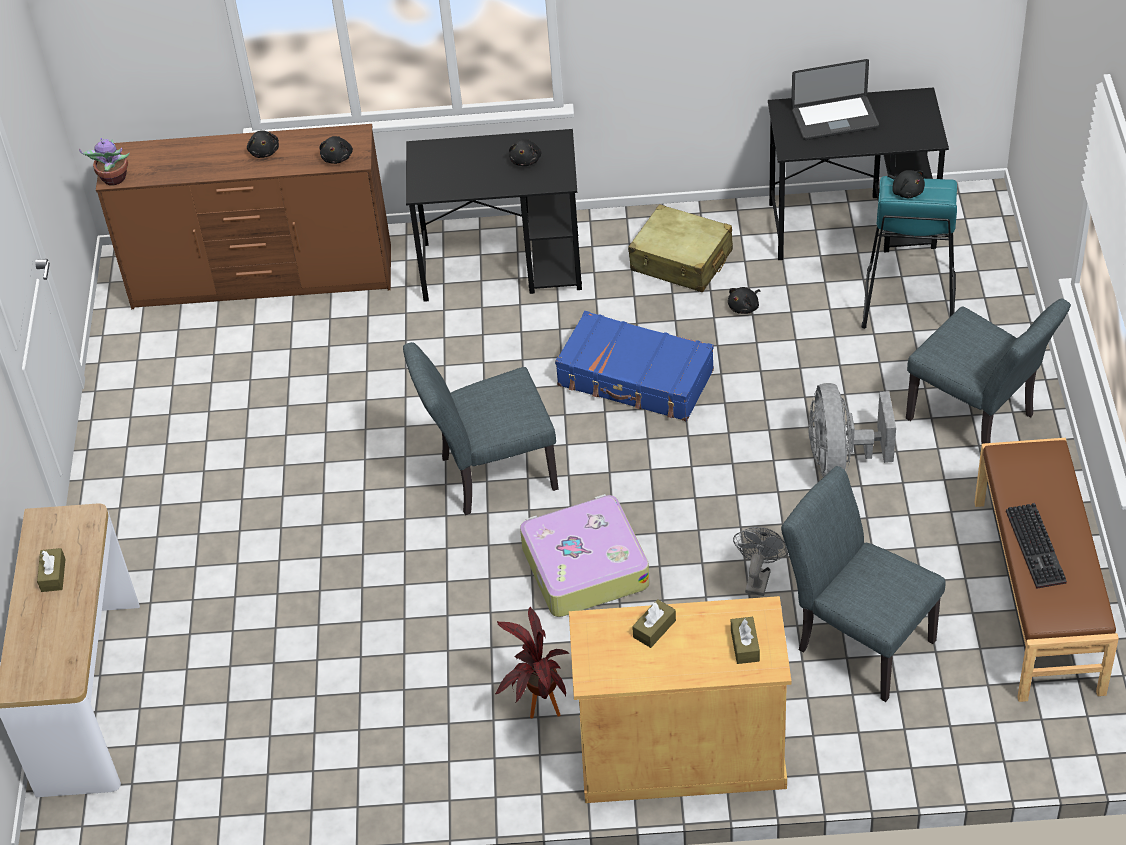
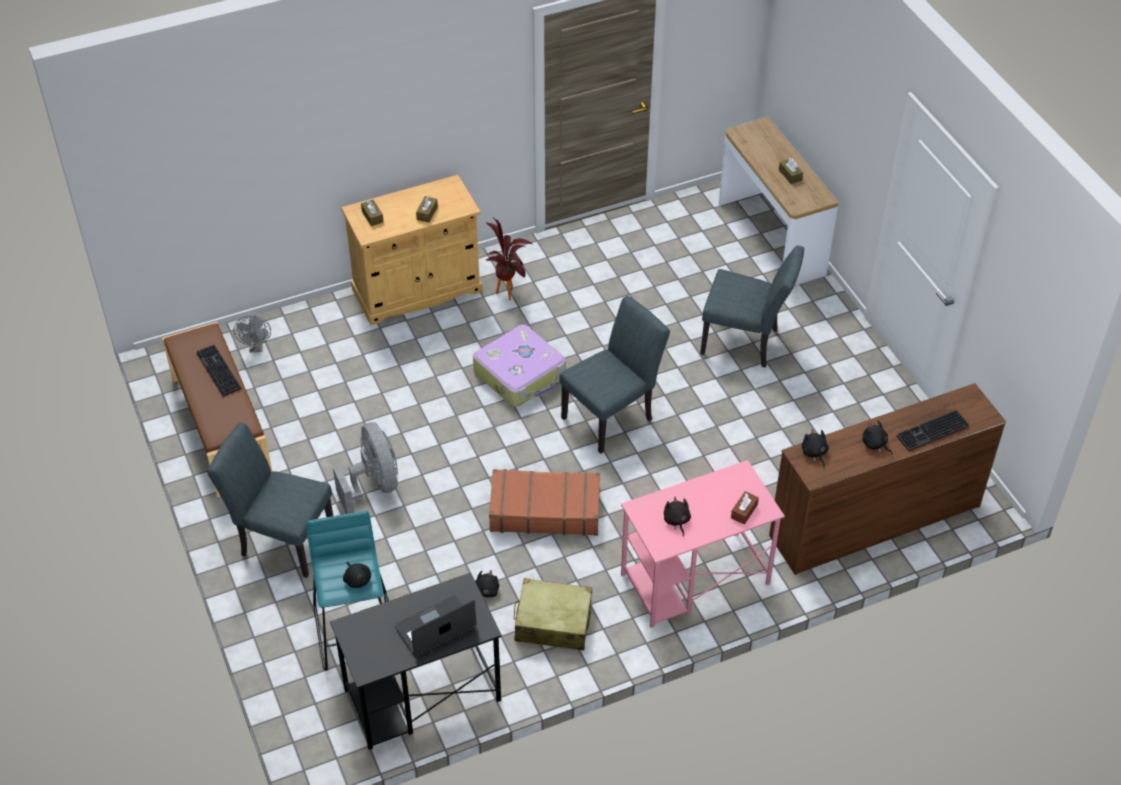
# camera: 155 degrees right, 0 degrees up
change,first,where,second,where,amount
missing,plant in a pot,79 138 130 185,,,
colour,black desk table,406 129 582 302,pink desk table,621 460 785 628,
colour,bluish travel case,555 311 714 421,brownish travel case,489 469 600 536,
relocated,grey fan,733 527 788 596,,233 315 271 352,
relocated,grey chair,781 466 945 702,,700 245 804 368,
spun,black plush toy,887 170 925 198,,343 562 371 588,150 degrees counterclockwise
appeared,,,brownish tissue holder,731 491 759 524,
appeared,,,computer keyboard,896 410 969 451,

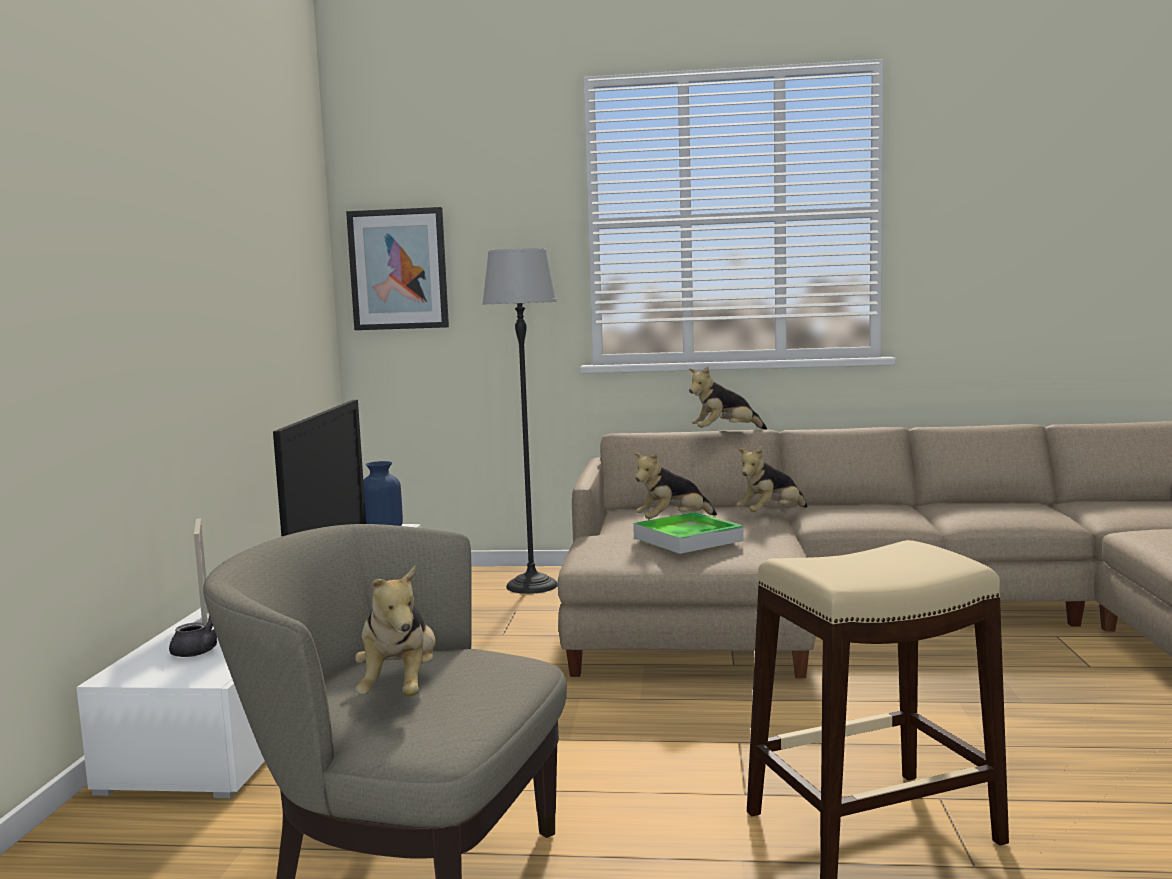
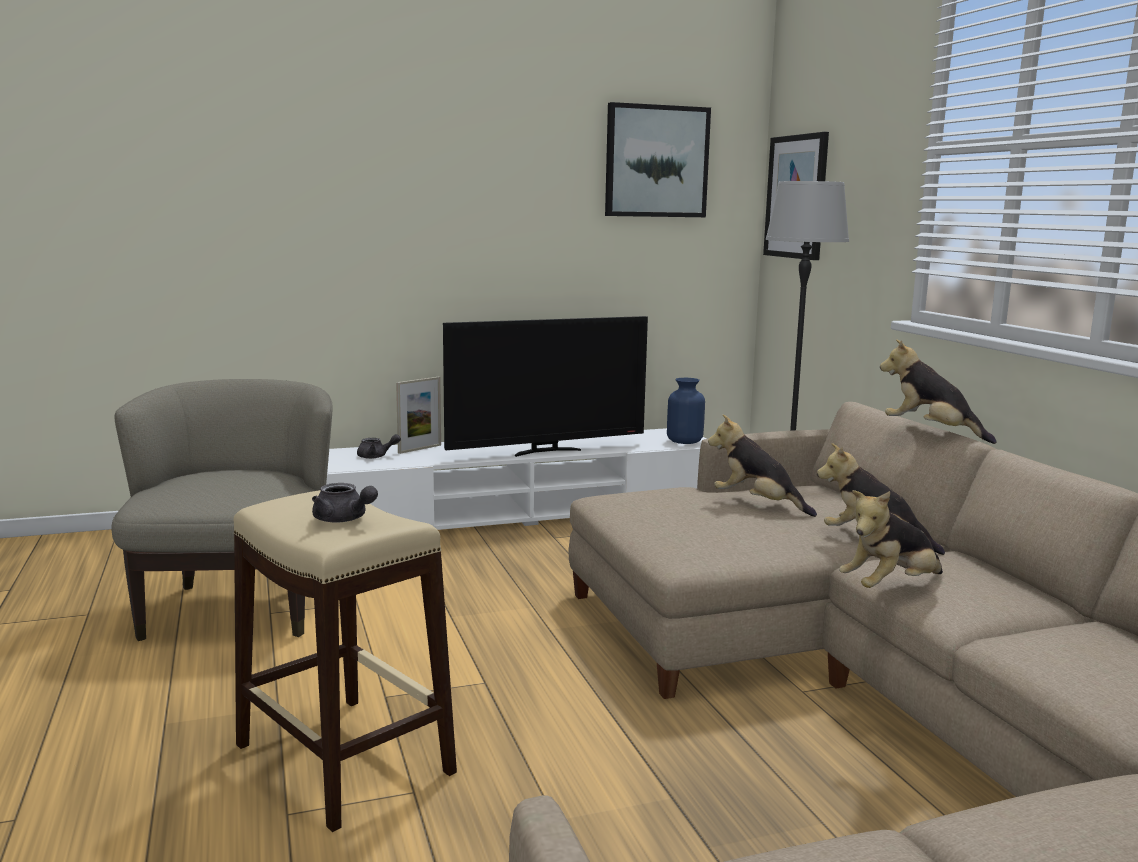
# camera: 65 degrees right, 5 degrees up
change,first,where,second,where,amount
relocated,plush toy,355 566 435 696,,839 490 943 588,
missing,carrying tray,633 512 744 554,,,
appeared,,,grey teapot,312 483 378 522,
appeared,,,wall art,605 102 711 217,

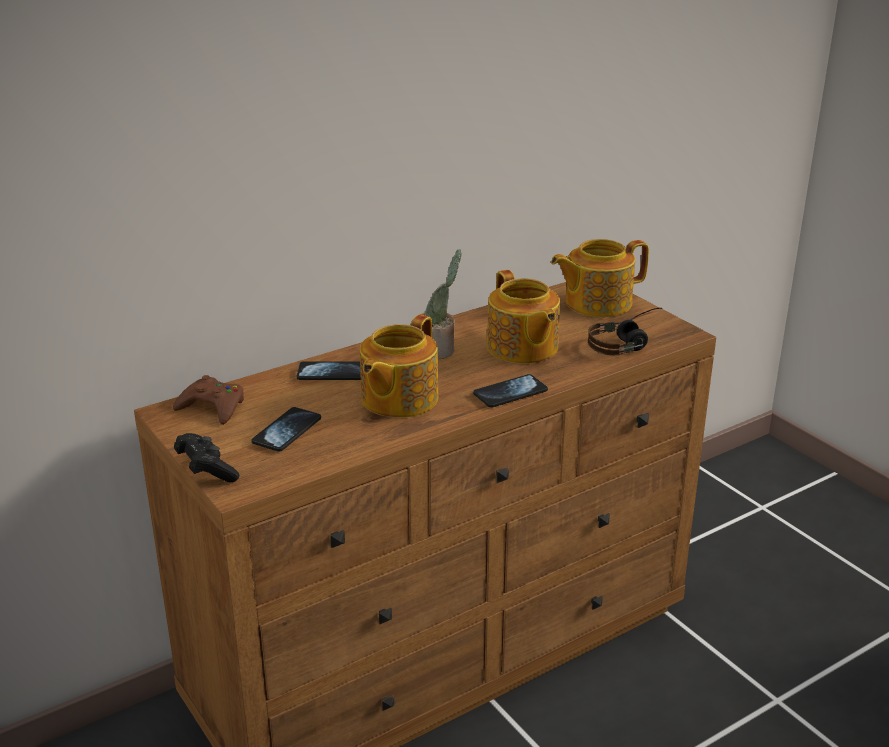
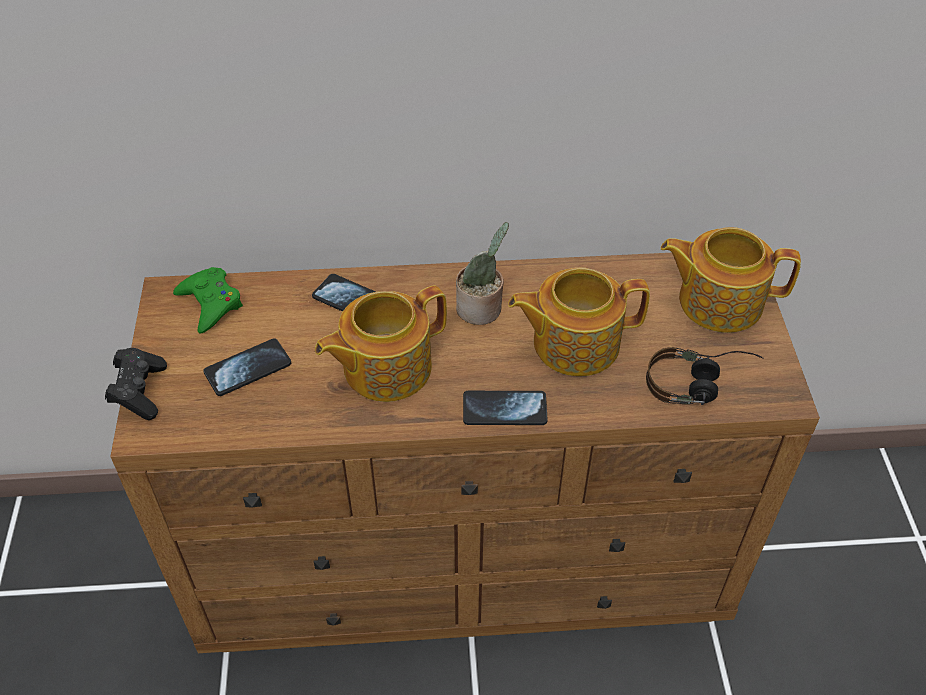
# camera: 30 degrees right, 20 degrees up
change,first,where,second,where,amount
colour,brownish gamepad,173 375 244 425,green-coloured gamepad,173 267 243 334,
spun,teapot,487 270 560 364,,508 268 650 376,75 degrees clockwise

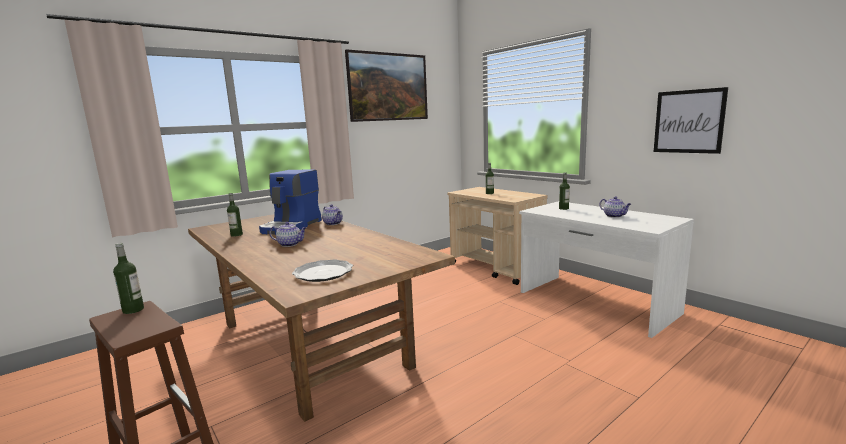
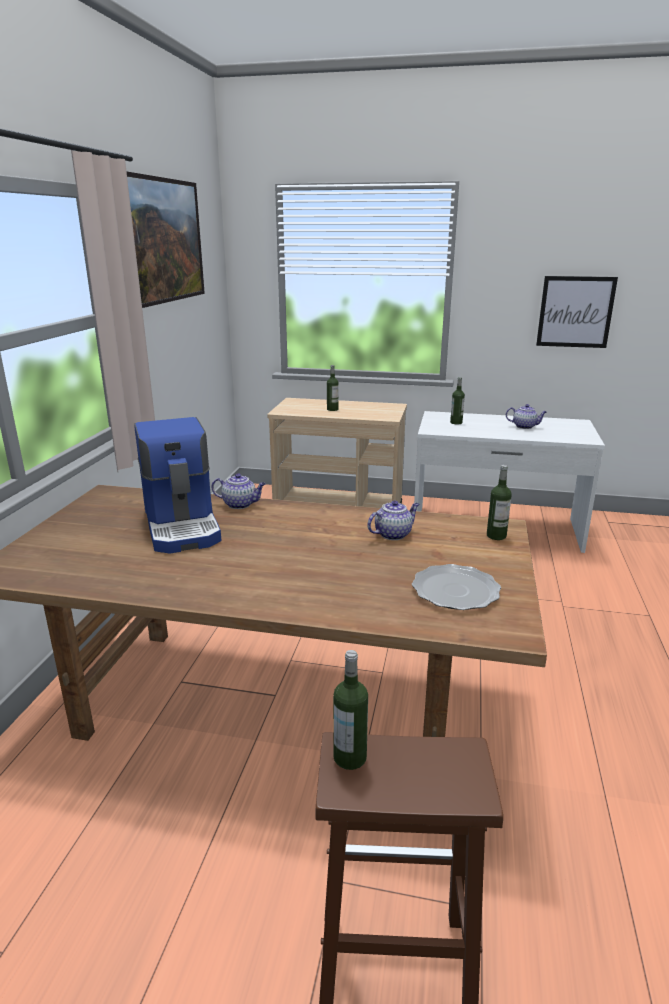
# camera: 40 degrees left, 10 degrees up
change,first,where,second,where,amount
relocated,beverage bottle,227 193 243 237,,487 465 512 540,
relocated,teapot,269 222 307 247,,367 500 419 540,

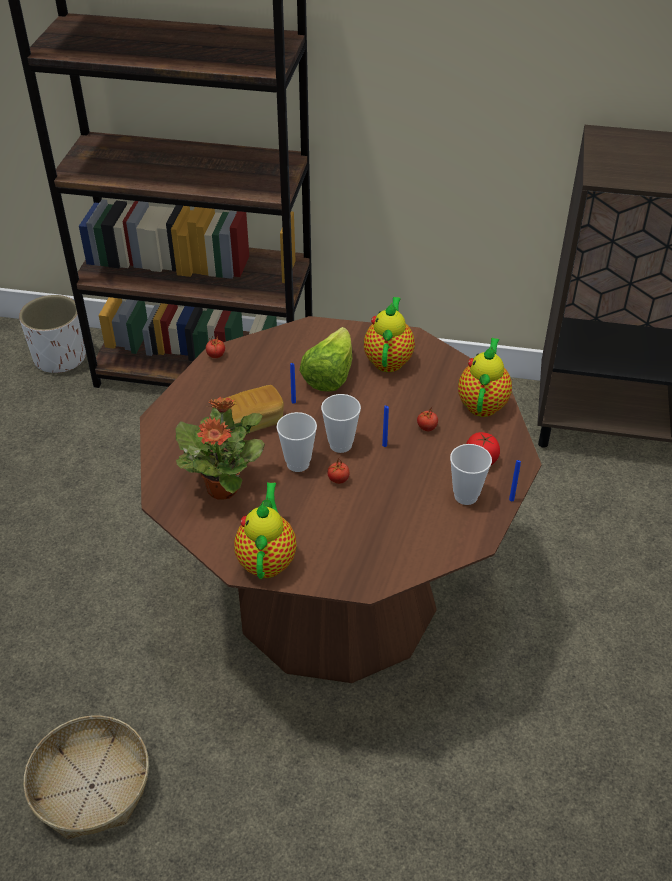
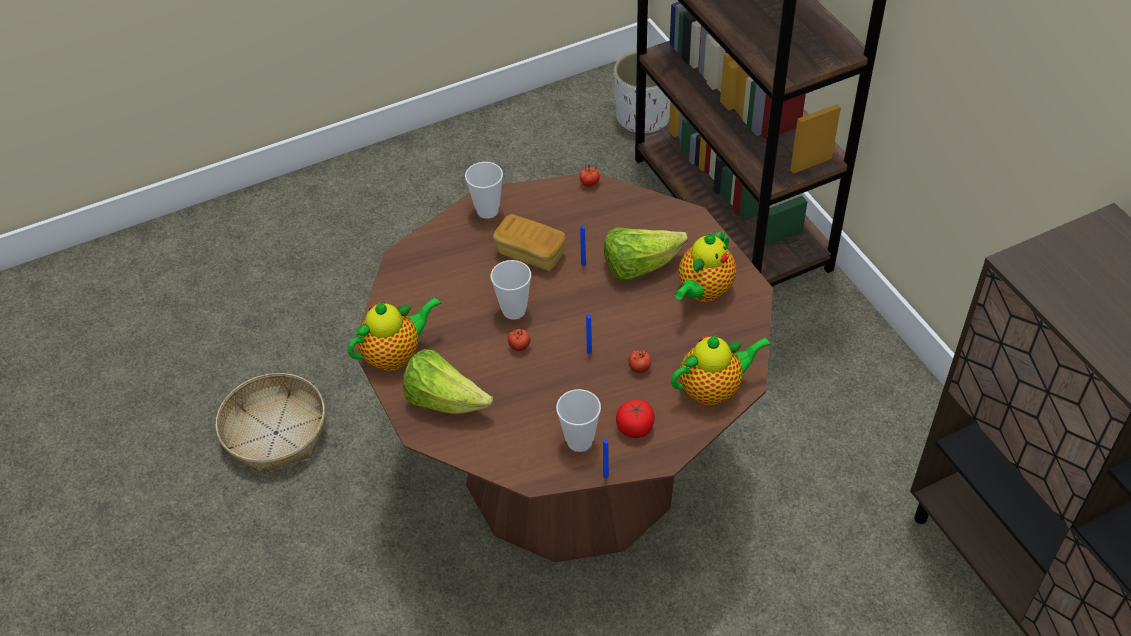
# camera: 55 degrees right, 5 degrees up
change,first,where,second,where,amount
missing,plant in a pot,176 397 265 500,,,
relocated,small cup,321 394 361 453,,465 162 503 219,
spun,teapot,364 297 415 372,,675 230 736 302,150 degrees clockwise
appeared,,,head of lettuce,403 349 493 414,

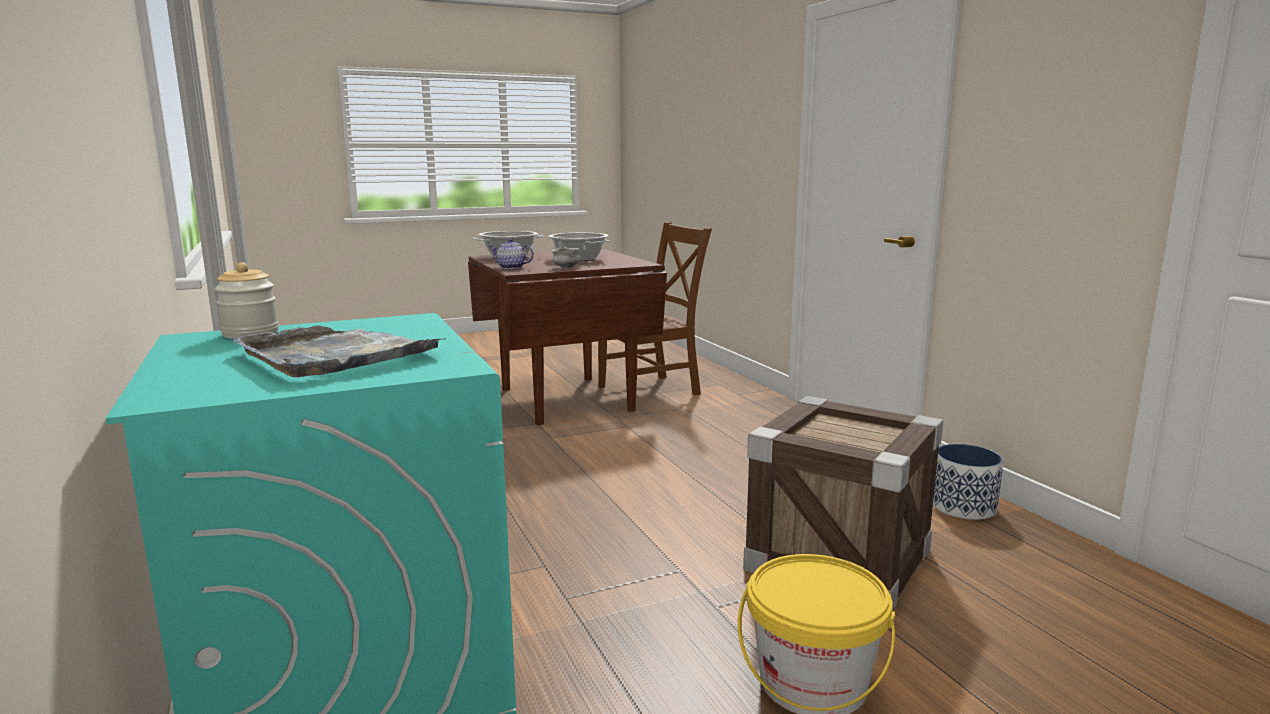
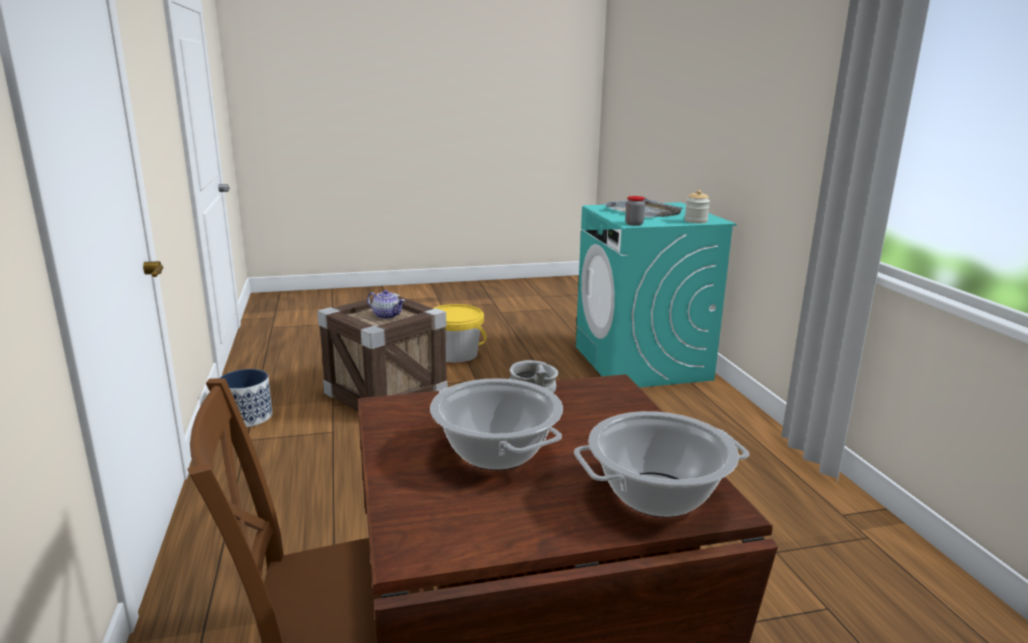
# camera: 170 degrees left, 5 degrees up
change,first,where,second,where,amount
relocated,teapot,489 239 534 269,,367 290 405 319,
appeared,,,storage jar,625 196 645 226,

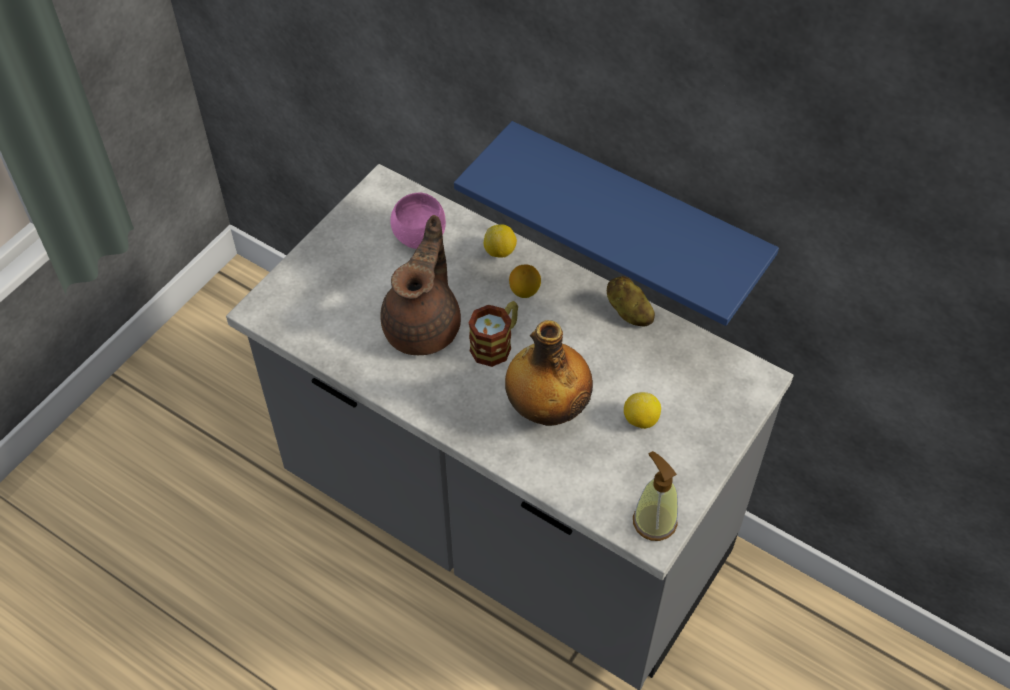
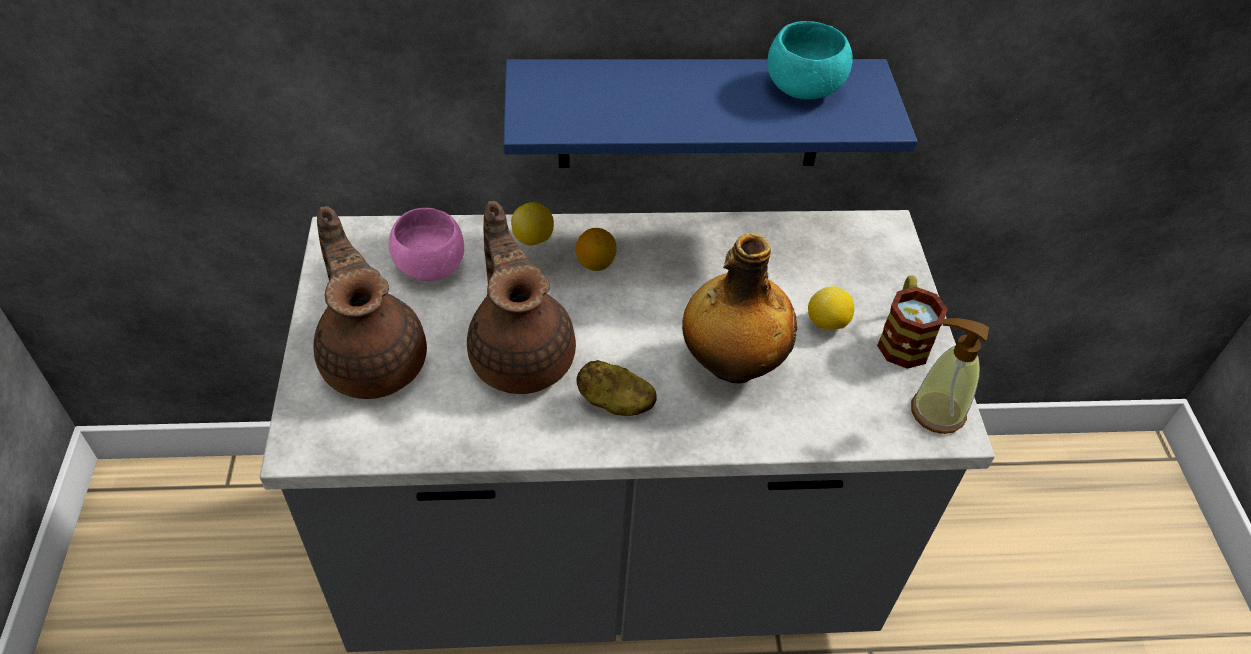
# camera: 40 degrees left, 5 degrees down
change,first,where,second,where,amount
relocated,tea mug,469 301 518 367,,877 276 948 369,
relocated,potato,607 276 655 327,,576 360 657 416,
appeared,,,brownish teapot,314 207 427 399,
appeared,,,turquoise-coloured serving bowl,767 21 853 100,

